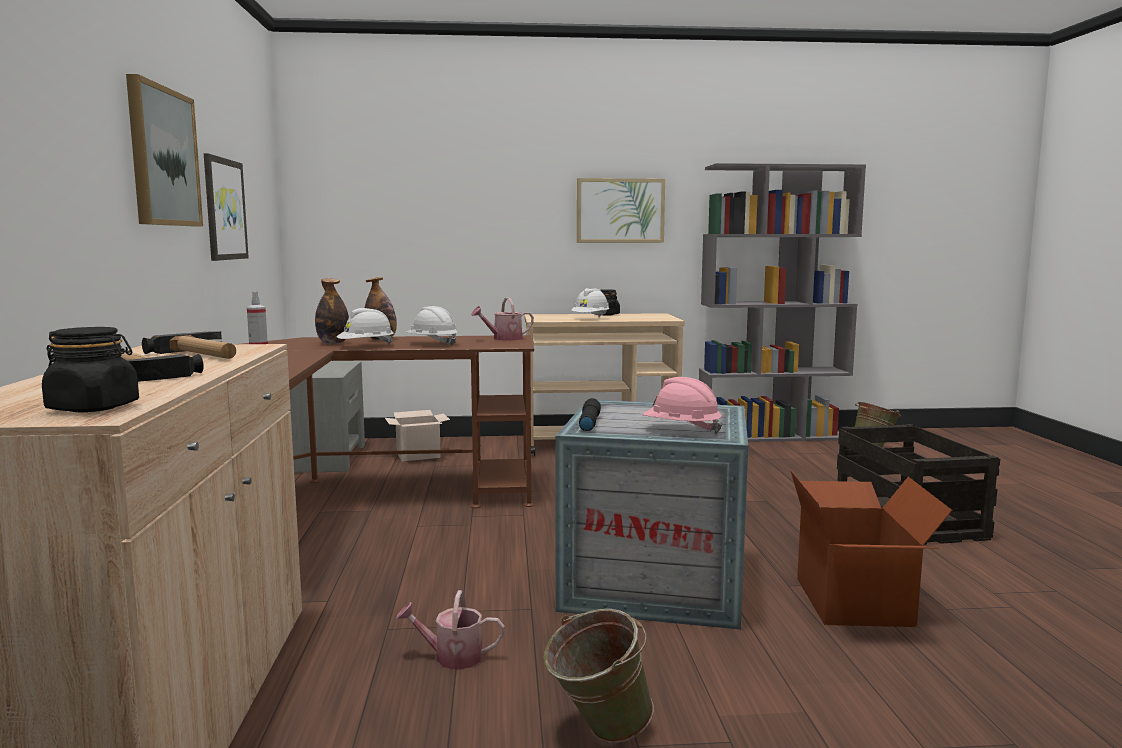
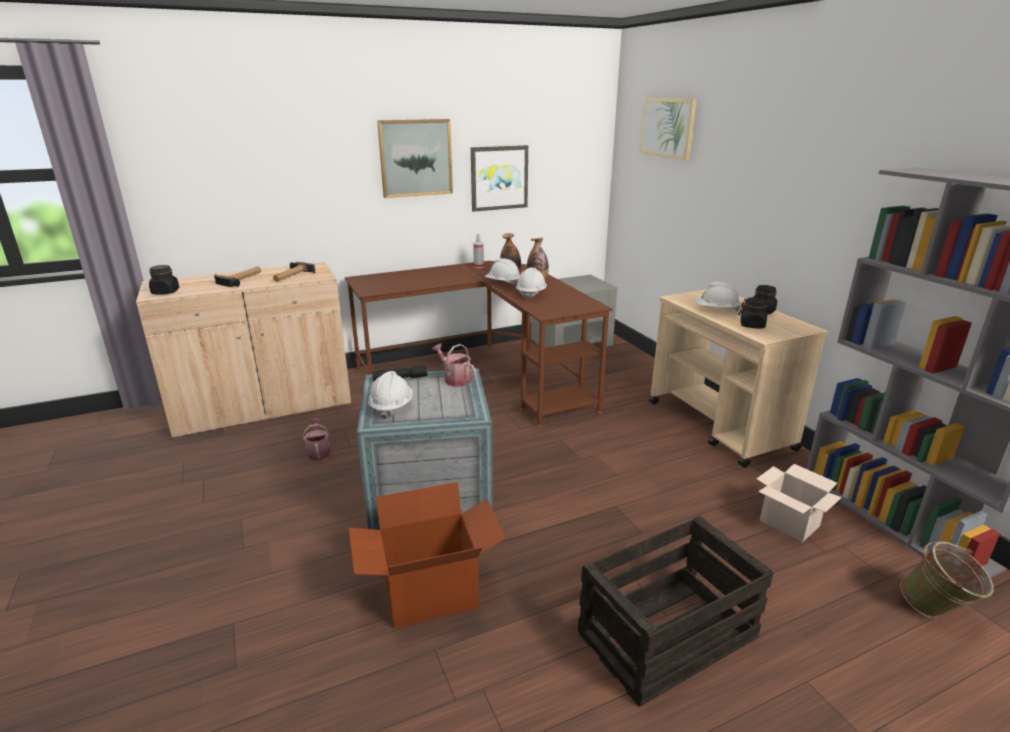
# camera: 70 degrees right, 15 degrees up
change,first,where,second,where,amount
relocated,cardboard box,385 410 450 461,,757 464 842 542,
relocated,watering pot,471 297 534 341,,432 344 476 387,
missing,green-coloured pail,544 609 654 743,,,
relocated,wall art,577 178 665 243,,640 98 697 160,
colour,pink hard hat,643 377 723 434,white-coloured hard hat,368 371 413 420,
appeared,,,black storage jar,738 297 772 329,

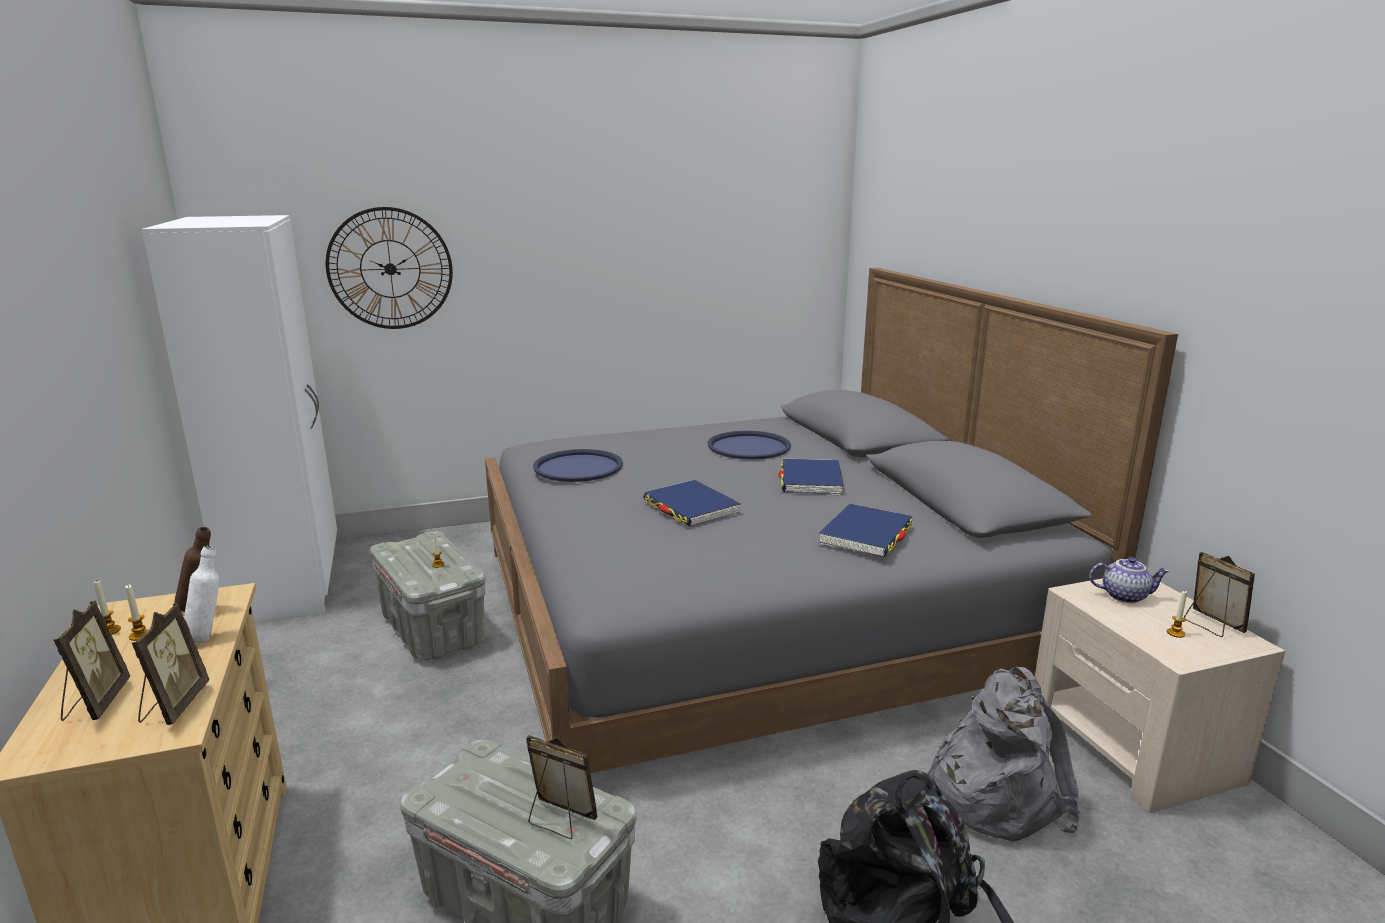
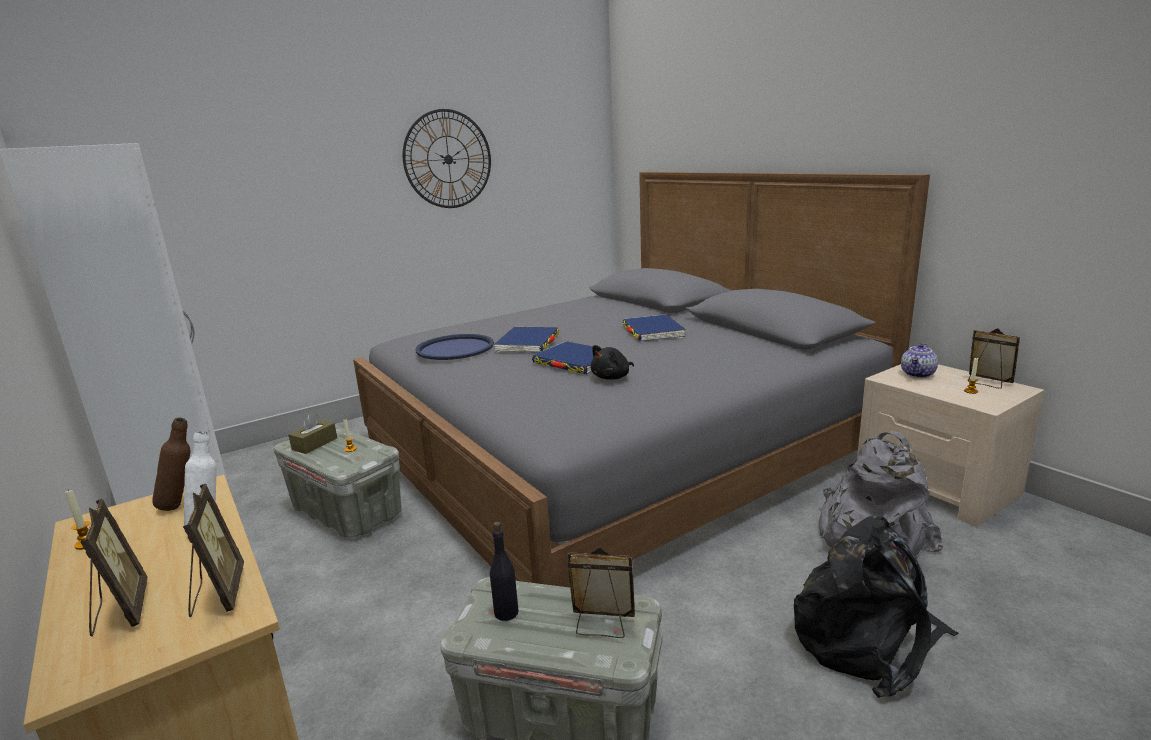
# camera: 15 degrees left, 0 degrees up
change,first,where,second,where,amount
missing,candle,125 585 148 641,,,
relocated,wall clock,326 207 453 329,,403 109 491 208,
missing,bluish carrying tray,708 431 791 460,,,
relocated,bluish book,819 504 913 557,,494 327 559 353,
spun,teapot,1089 557 1170 603,,901 343 938 378,135 degrees clockwise
appeared,,,brownish tissue holder,289 413 337 454,
appeared,,,black beverage bottle,490 522 519 621,
appeared,,,black plush toy,590 345 634 380,

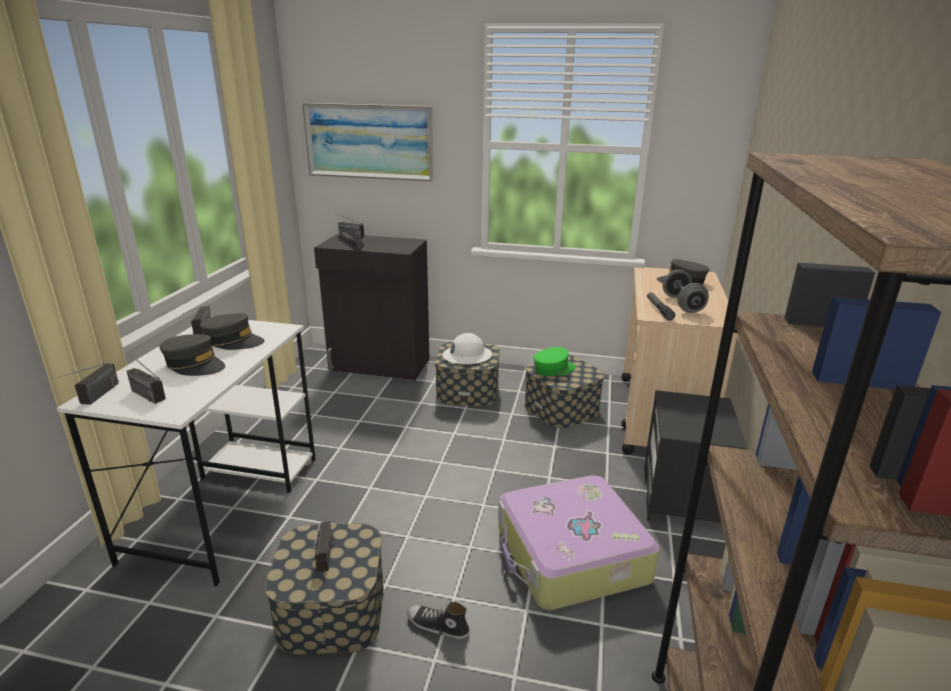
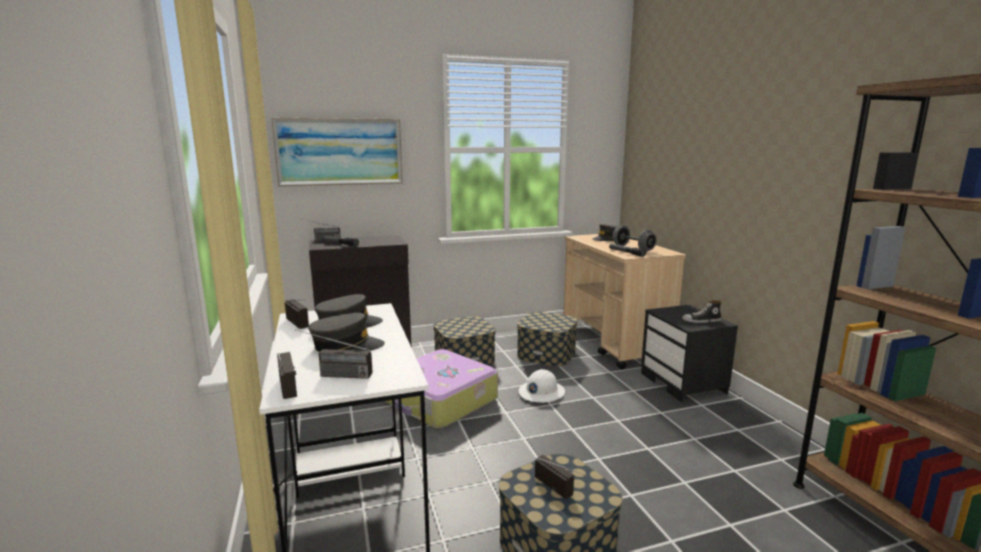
# camera: 30 degrees left, 10 degrees down
change,first,where,second,where,amount
relocated,item of footwear,407 602 470 639,,682 300 722 323,
relocated,white-coloured hard hat,442 333 492 365,,519 369 565 403,
relocated,travel case,498 475 660 610,,385 349 498 429,
missing,green-coloured cap,534 347 576 376,,,

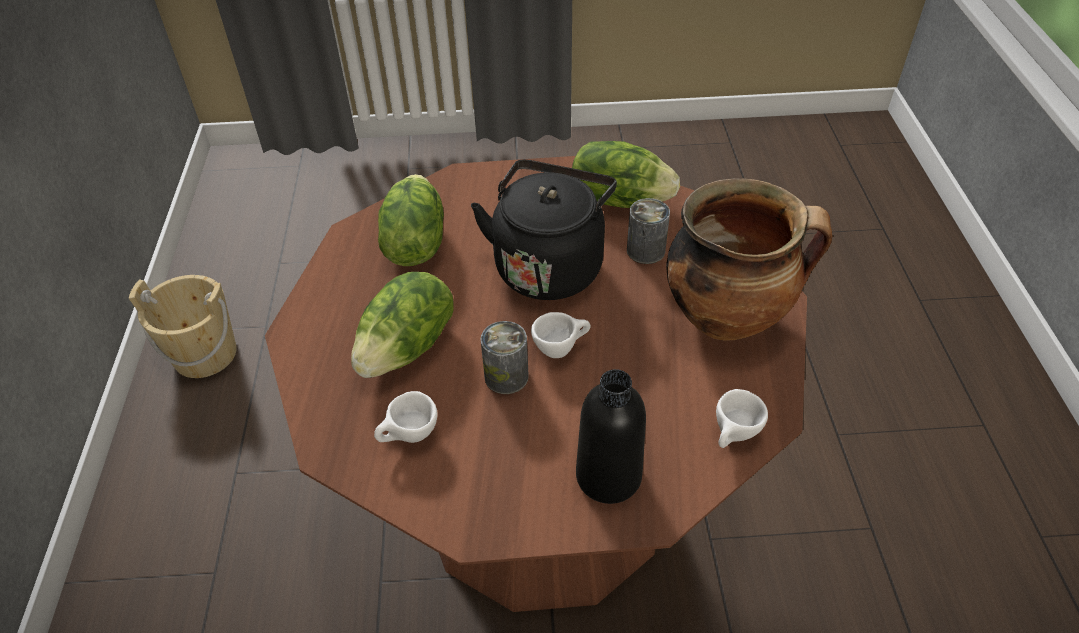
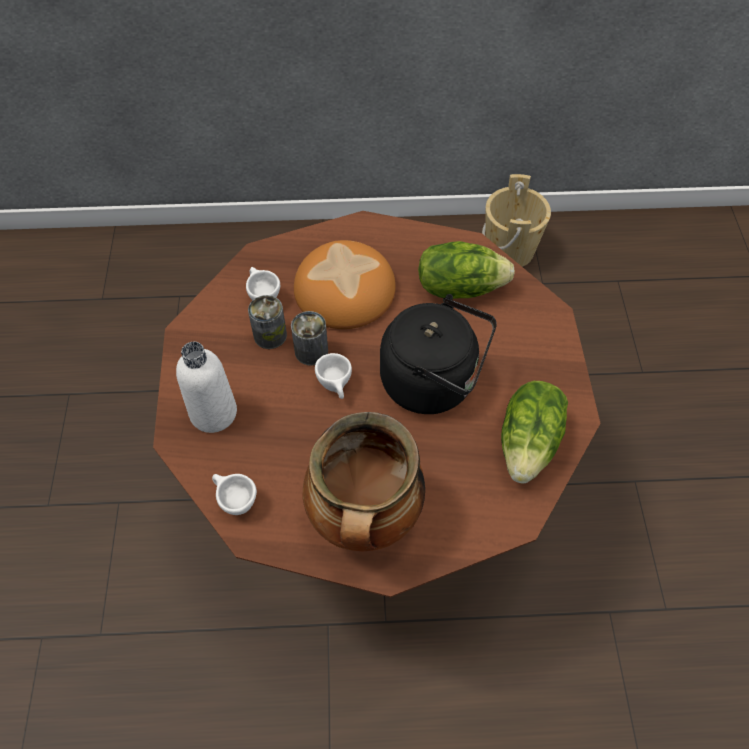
# camera: 90 degrees right, 10 degrees up
change,first,where,second,where,amount
exchanged,head of lettuce,351 272 454 378,bakery bread,294 240 396 329,
colour,black beverage bottle,576 369 646 504,white-coloured beverage bottle,176 342 237 433,
relocated,sealed can,627 198 670 264,,248 295 287 349,

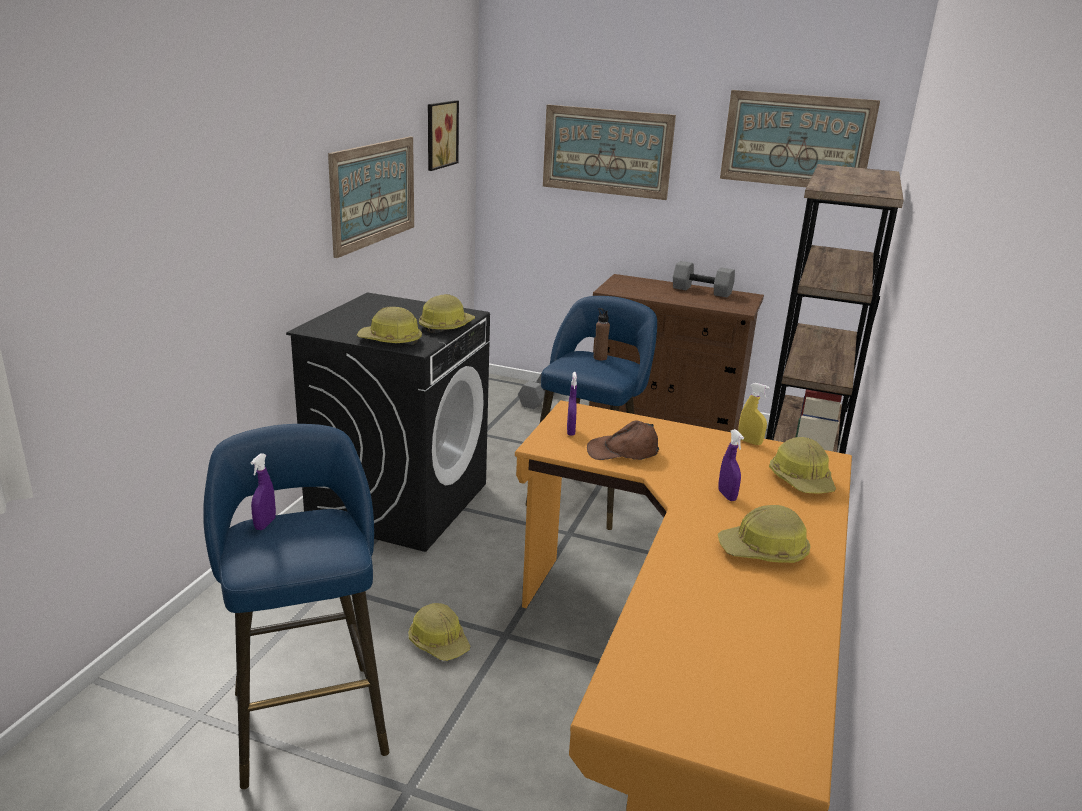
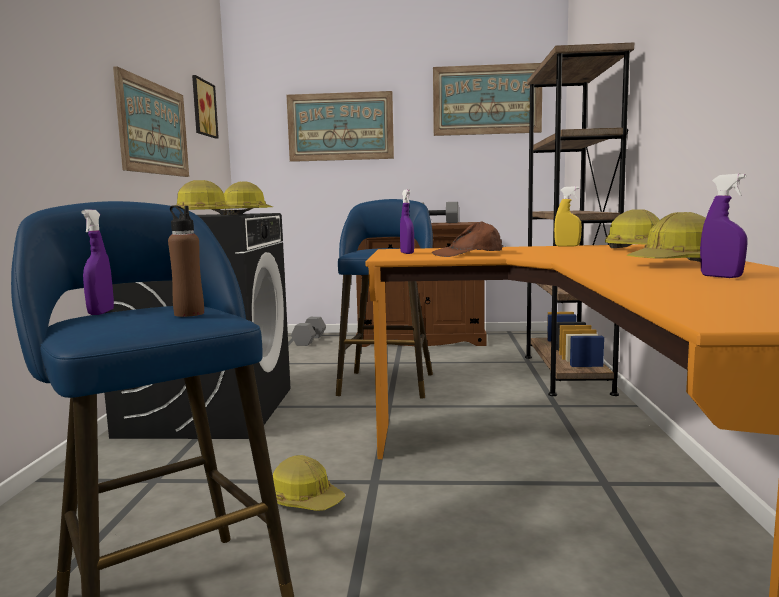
# camera: 15 degrees left, 15 degrees down
change,first,where,second,where,amount
relocated,brownish beverage bottle,594 308 610 361,,168 206 204 317,
relocated,purple hand sprayer,718 429 744 501,,700 174 747 278,

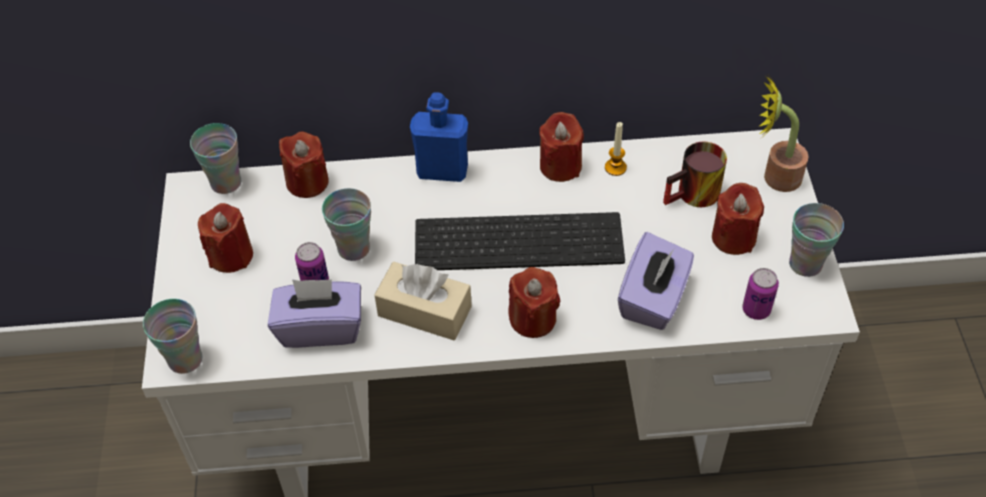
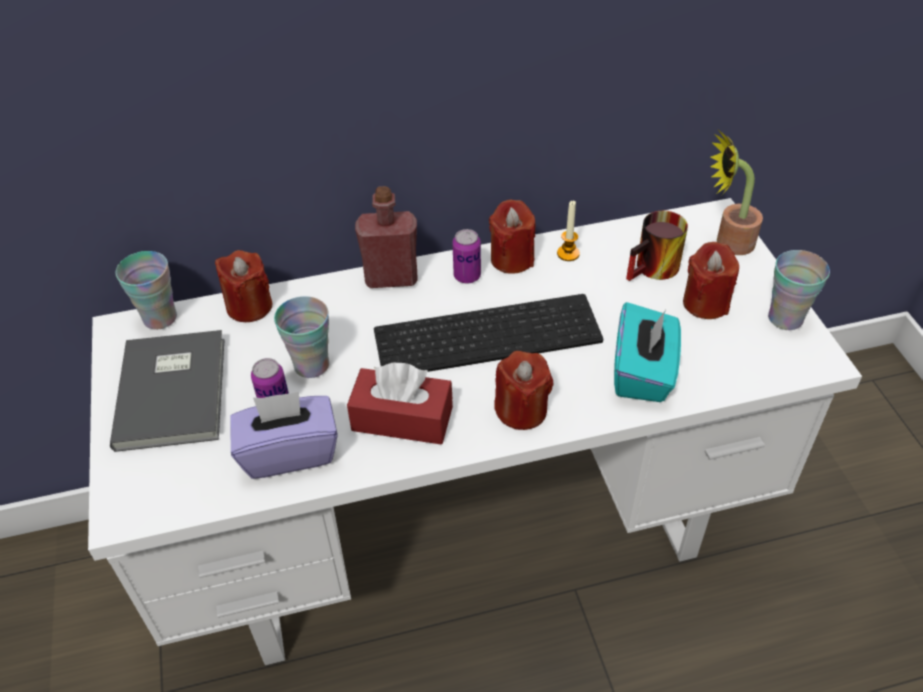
# camera: 10 degrees left, 5 degrees down
change,first,where,second,where,amount
missing,small cup,143 299 202 374,,,
exchanged,red candle,198 203 253 273,grey book,110 330 224 452,
colour,sand-coloured tissue holder,374 262 472 340,red tissue holder,347 362 453 444,
colour,bluish beverage bottle,410 92 468 182,red beverage bottle,355 186 418 288,
colour,purple tissue holder,618 232 694 330,turquoise-coloured tissue holder,614 302 681 402,
relocated,sealed can,742 268 779 320,,452 229 481 283,

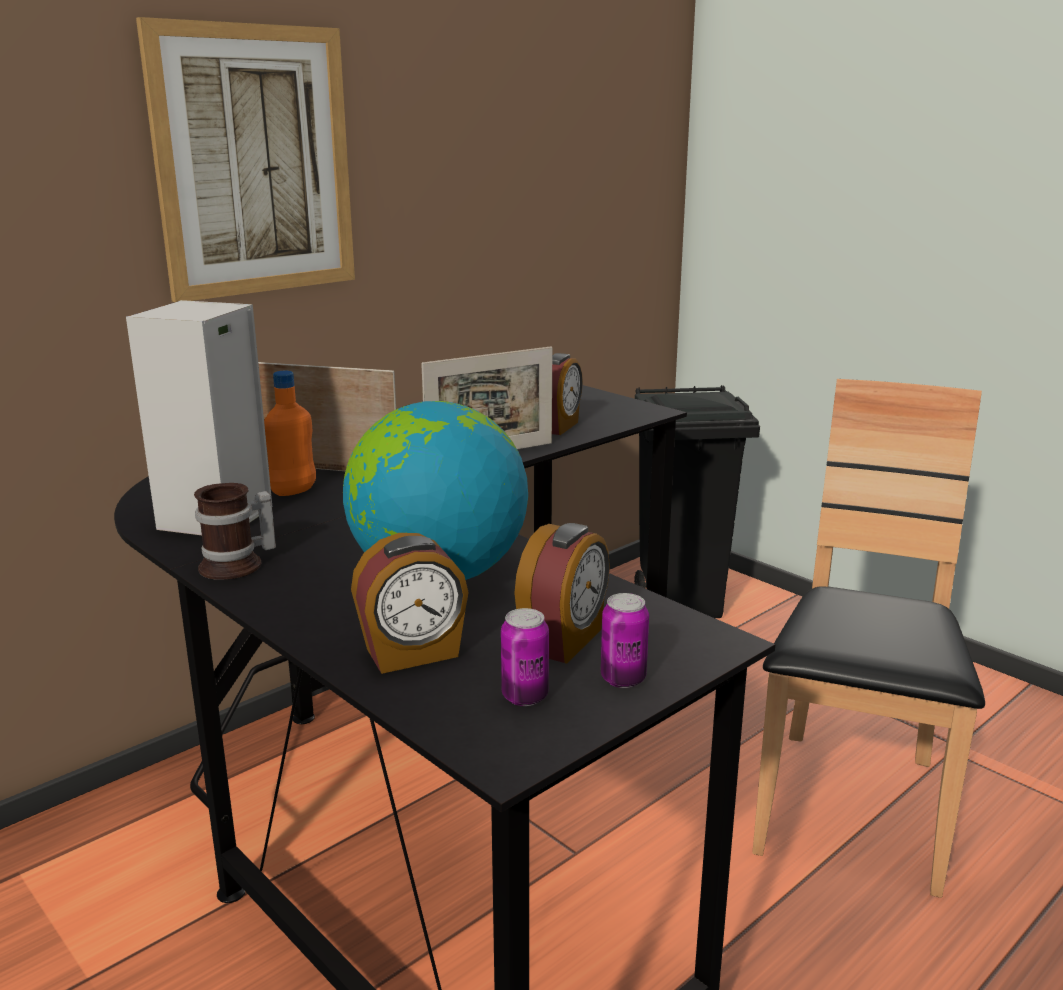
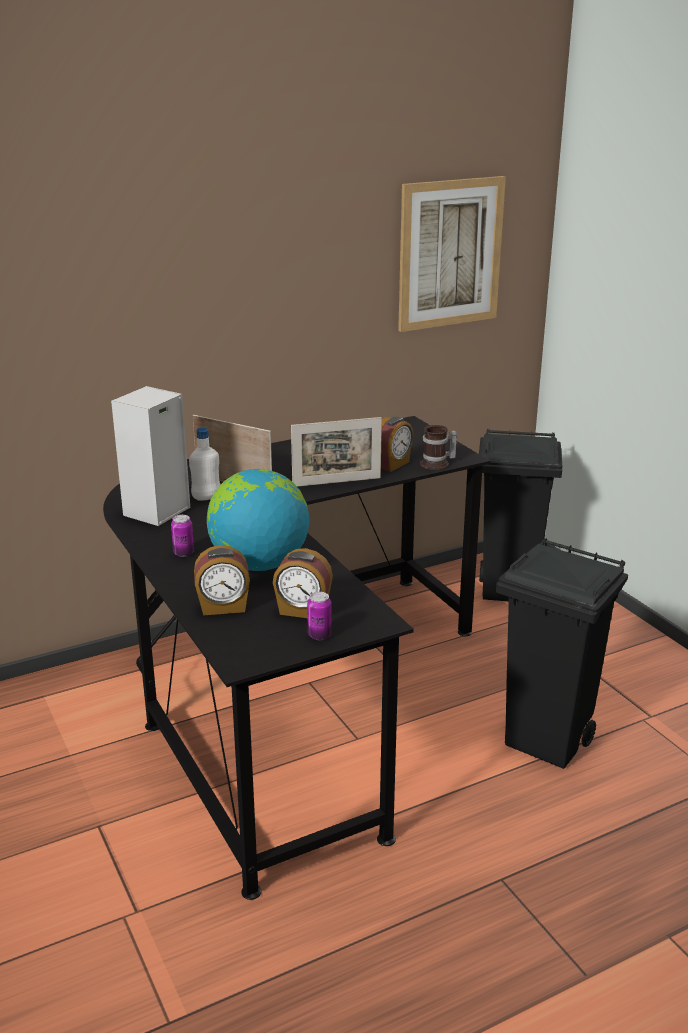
# camera: 15 degrees right, 5 degrees up
change,first,where,second,where,amount
relocated,wall art,136 17 355 302,,398 176 506 332,
relocated,tea mug,194 483 276 580,,420 425 457 470,
colour,orange-coloured beverage bottle,264 371 316 496,white-coloured beverage bottle,189 427 220 501,
relocated,sealed can,501 608 549 706,,171 515 194 557,
spun,alarm clock,514 523 610 664,,273 548 333 618,60 degrees clockwise
exchanged,brownish chair,752 379 985 898,black trash can,496 538 628 769,

